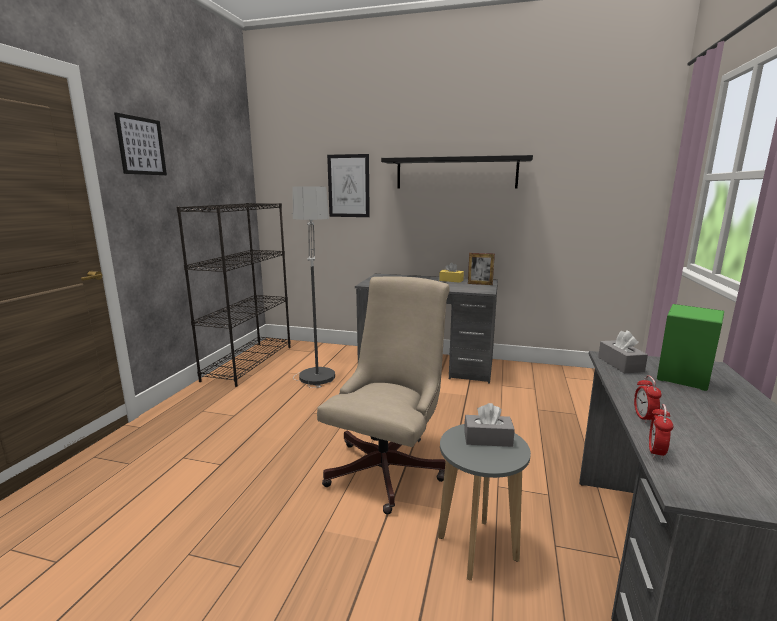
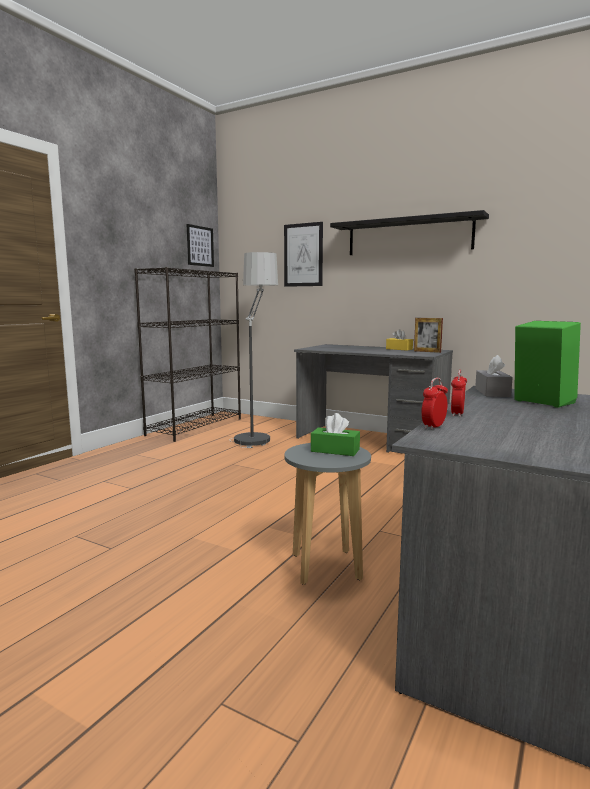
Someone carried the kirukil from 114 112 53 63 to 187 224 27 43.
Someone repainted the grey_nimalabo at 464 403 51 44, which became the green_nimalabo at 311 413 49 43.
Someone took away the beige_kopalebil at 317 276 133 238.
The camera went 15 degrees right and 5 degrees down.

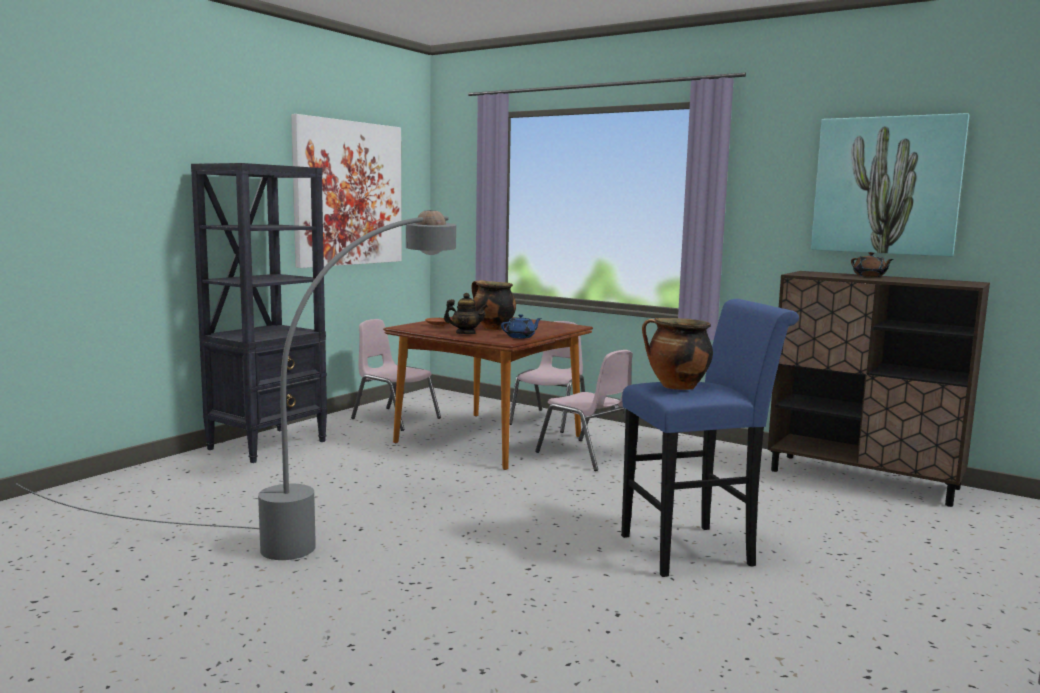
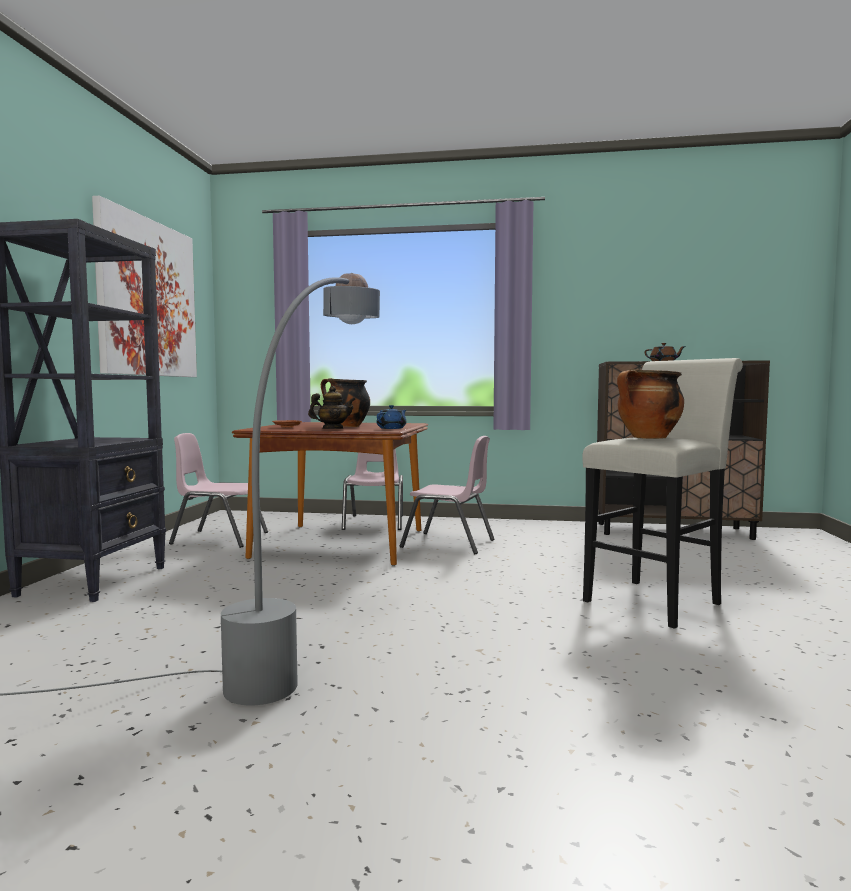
Someone repainted the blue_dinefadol at 621 299 178 278, which became the white_dinefadol at 582 358 161 271.
Someone took away the kirukil at 811 113 158 144.
The camera went 25 degrees left and 5 degrees down.

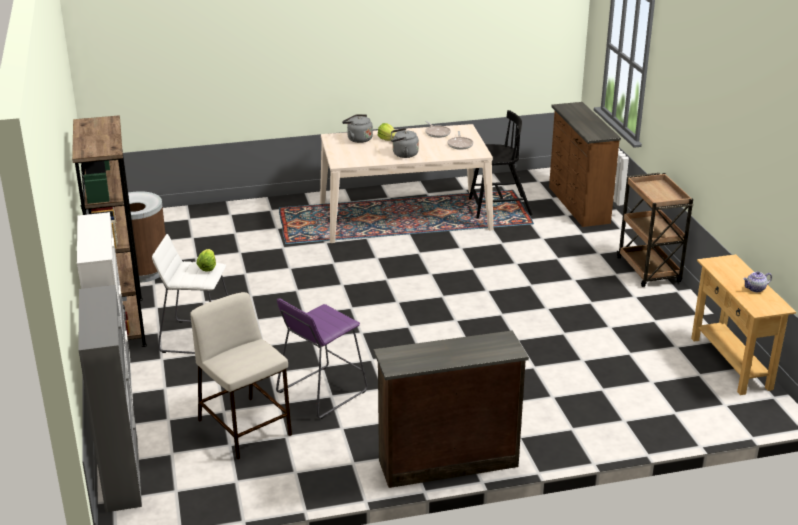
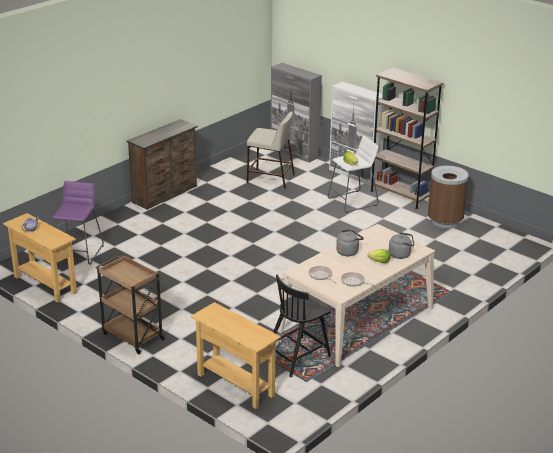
Someone carried the purple_dinefadol from 276 299 91 120 to 53 181 51 84.
Someone swapped the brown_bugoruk at 549 102 72 125 for the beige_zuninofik at 190 302 91 107.
The camera went 145 degrees right and 0 degrees up.

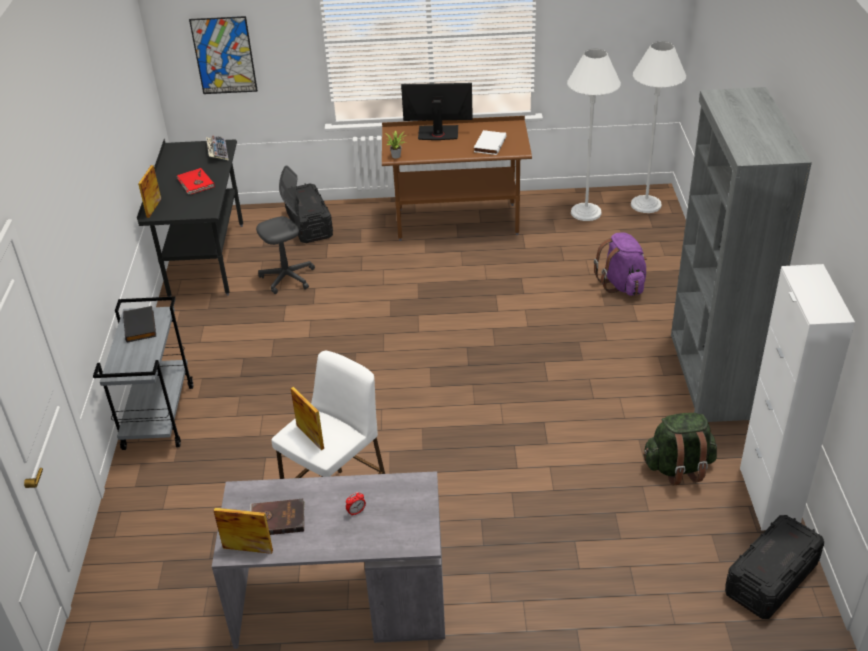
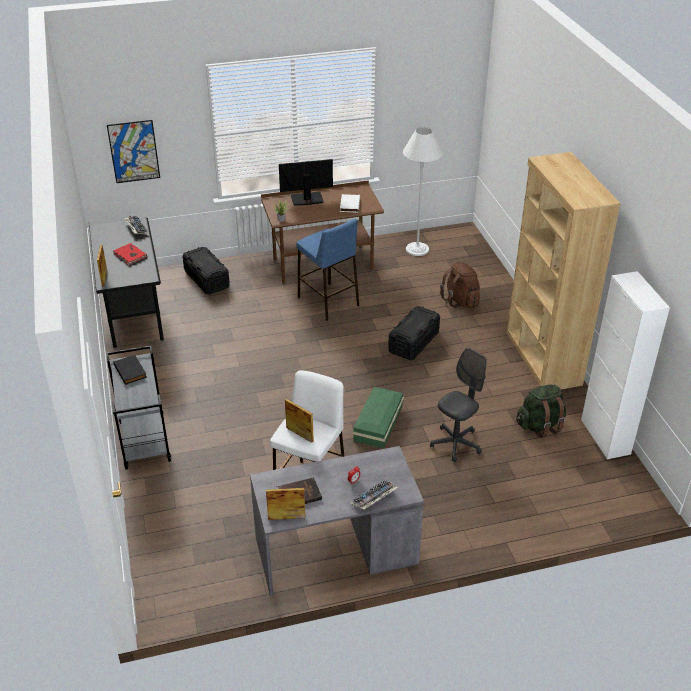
Someone put down the blue_dinefadol at 296 219 63 102.
Someone put down the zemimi at 350 480 48 30.
Someone put down the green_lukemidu at 353 387 51 61.
Someone carried the black_lukemidu from 725 515 99 104 to 388 306 52 54.
Someone carried the grey_kopalebil from 256 165 59 129 to 430 348 57 115.
Someone repainted the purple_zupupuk at 594 232 53 64, which became the brown_zupupuk at 440 262 40 46.
Someone repainted the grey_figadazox at 671 87 141 335, which became the brown_figadazox at 507 152 114 237.
Someone took away the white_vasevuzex at 631 41 55 172.
The camera went 15 degrees left and 0 degrees up.

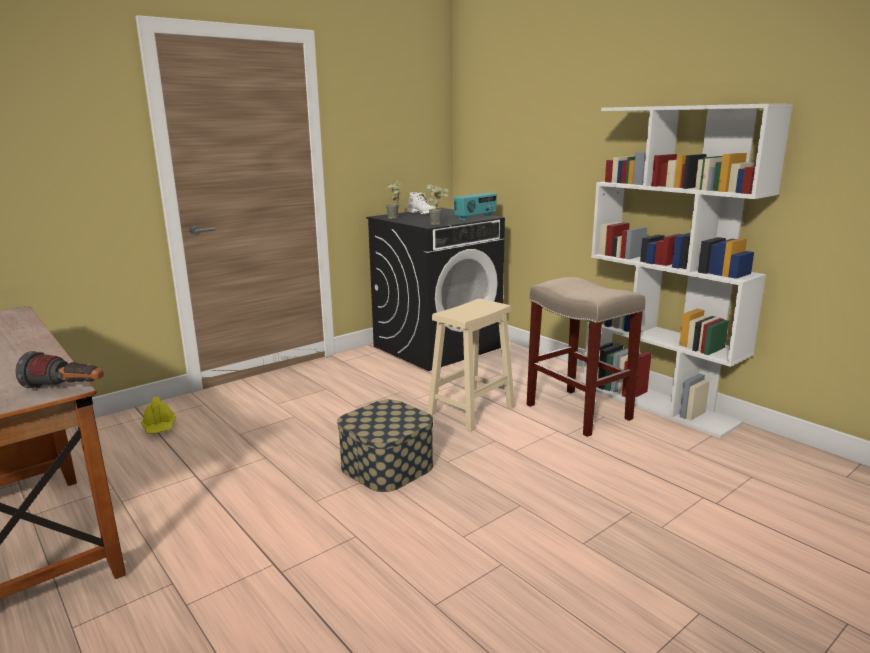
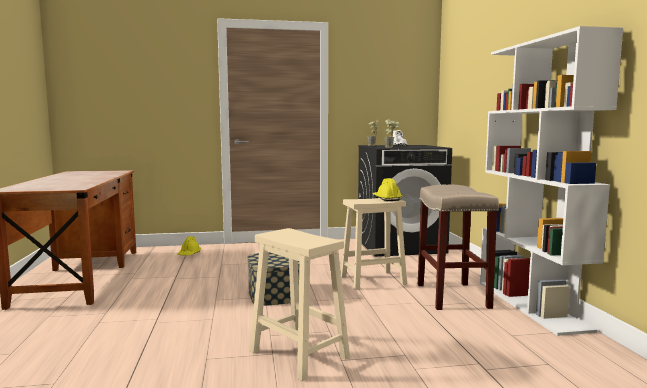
Someone put down the beige_dinefadol at 250 228 100 153.
Someone put down the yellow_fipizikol at 372 178 31 23.
Someone took away the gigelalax at 15 351 89 37.
Someone took away the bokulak at 453 193 44 27.
The camera went 30 degrees right and 10 degrees down.

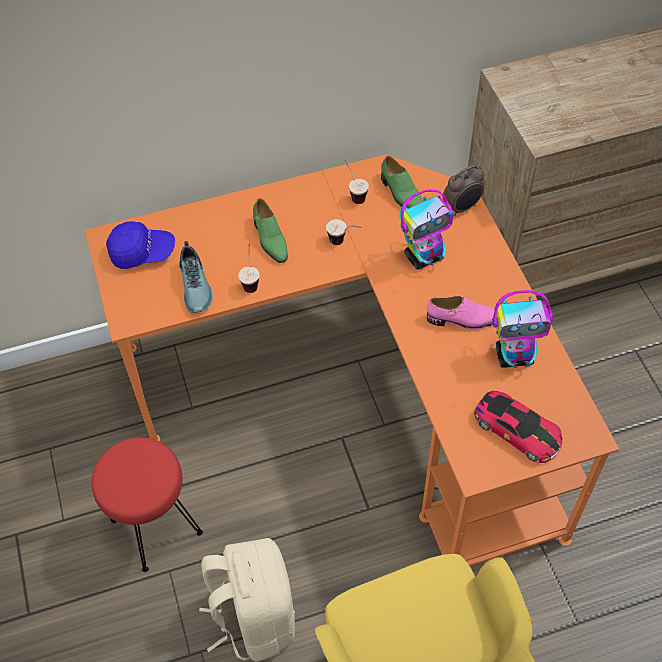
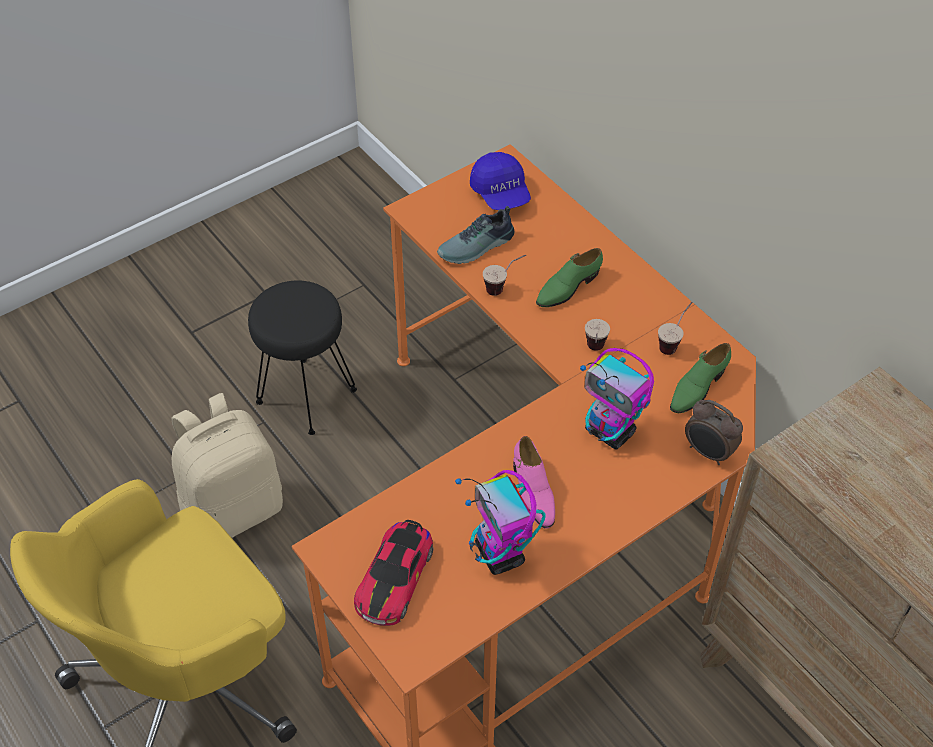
Someone repainted the red_dinefadol at 92 437 111 135, which became the black_dinefadol at 248 281 109 154.
The camera went 70 degrees right and 5 degrees down.

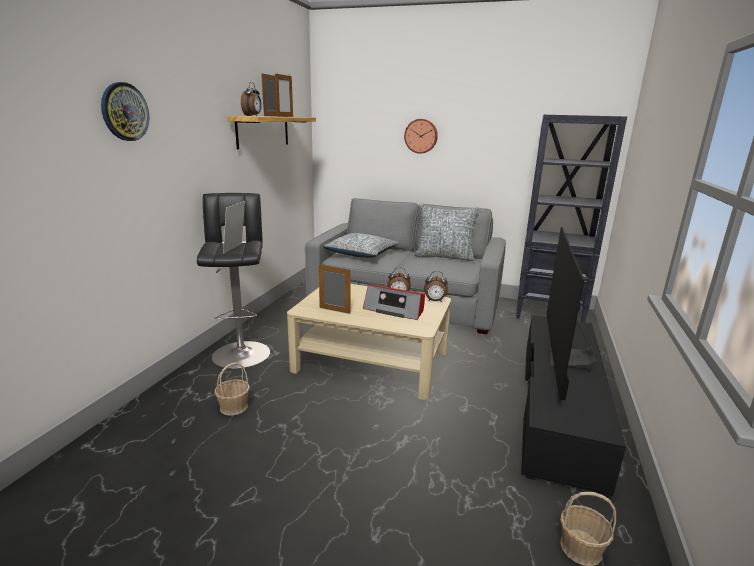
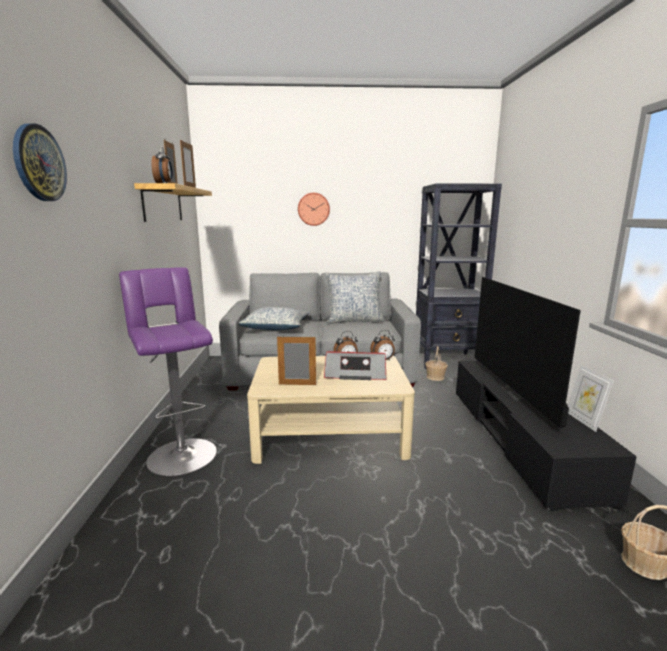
Someone repainted the black_dinefadol at 197 193 73 176, which became the purple_dinefadol at 119 268 98 208.
Someone carried the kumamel from 215 363 35 53 to 425 346 23 35.
Someone carried the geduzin from 223 201 22 53 to 568 365 46 67.
The camera went 20 degrees left and 5 degrees down.

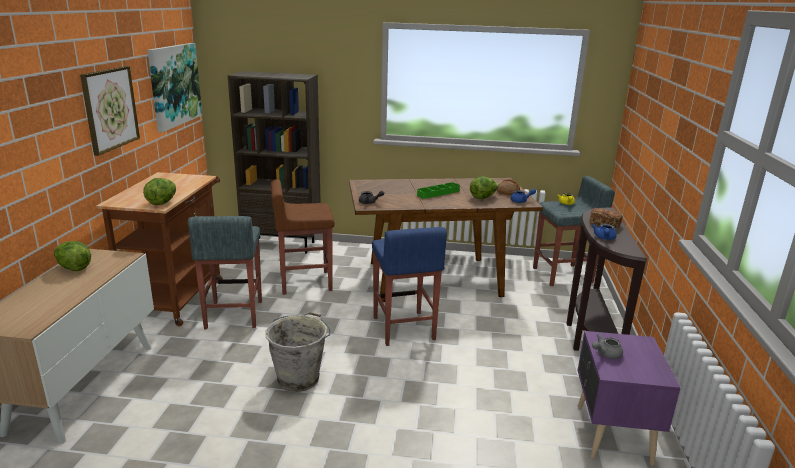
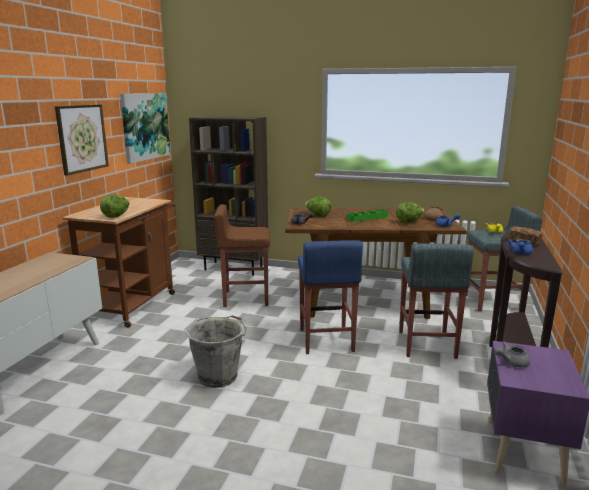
Someone carried the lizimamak from 54 241 37 30 to 305 196 26 21.
Someone carried the grey_dinefadol from 188 216 74 113 to 399 244 75 115.
The camera went 10 degrees right and 5 degrees down.

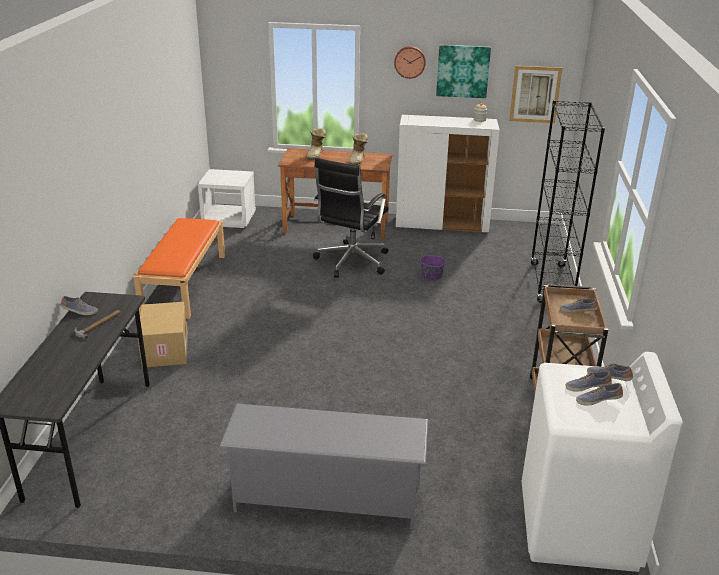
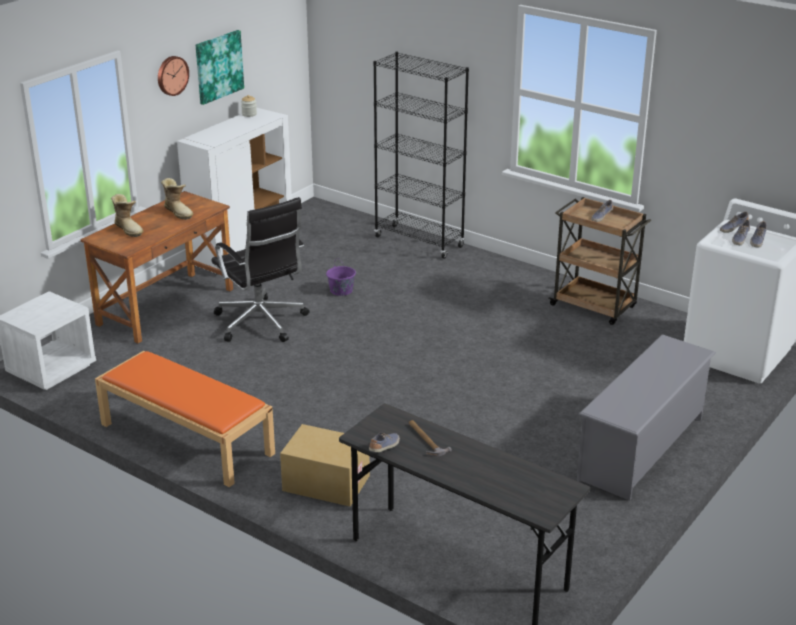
Someone took away the kirukil at 509 66 53 57.
The camera went 60 degrees left and 0 degrees up.

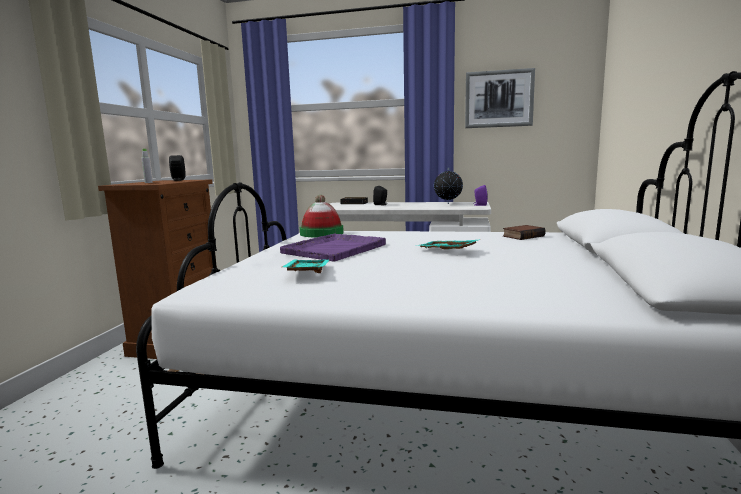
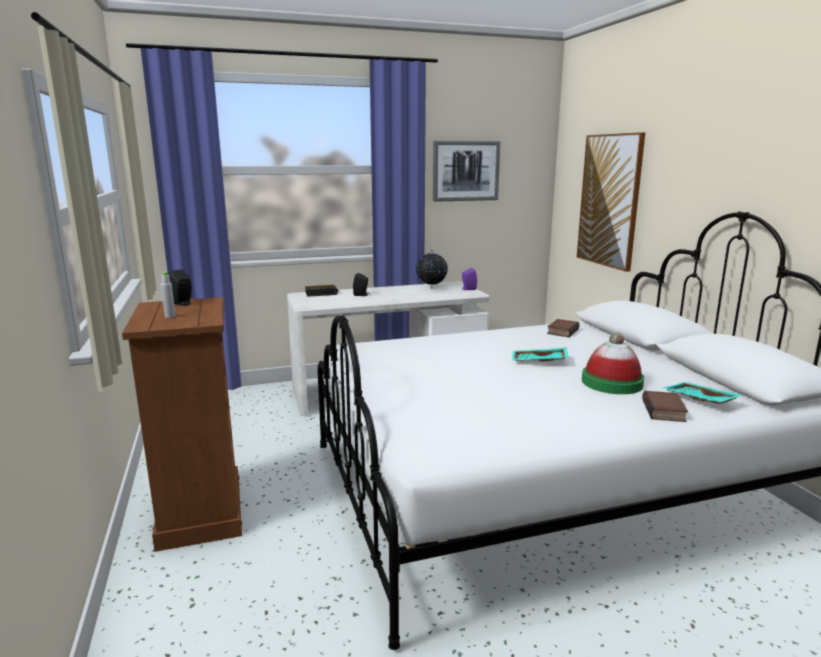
Someone put up the kirukil at 577 132 68 140.
Someone carried the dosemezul from 300 195 44 42 to 582 333 62 61.
Someone put down the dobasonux at 642 391 46 31.
Someone carried the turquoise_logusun from 282 260 47 13 to 661 382 81 22.
Someone took away the purple_logusun at 280 233 106 28.
The camera went 30 degrees left and 5 degrees up.

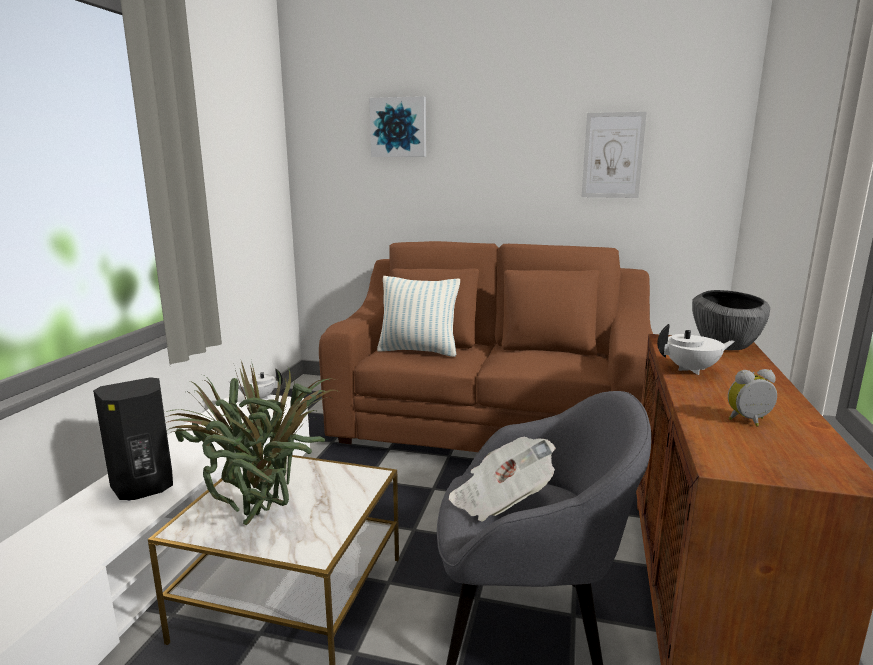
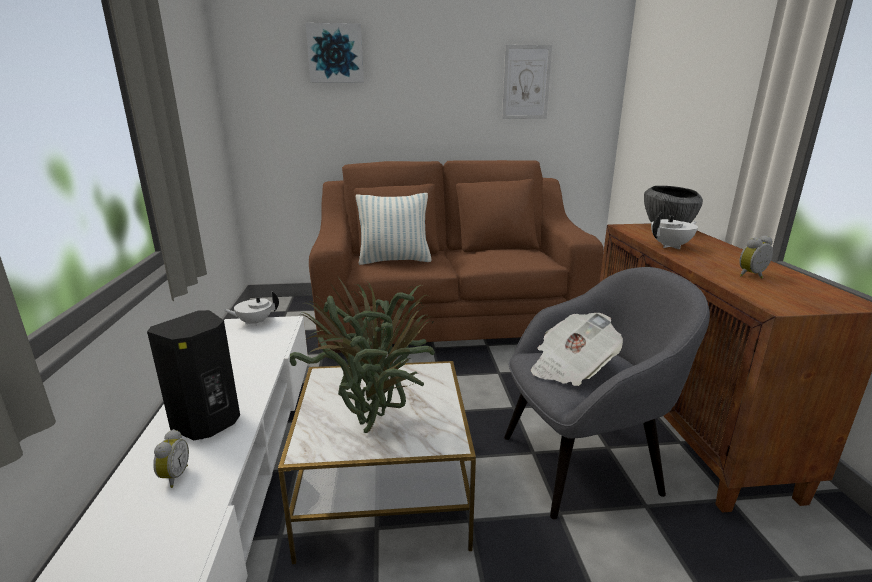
Someone put down the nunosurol at 153 429 36 59.
The camera went 20 degrees left and 5 degrees up.

